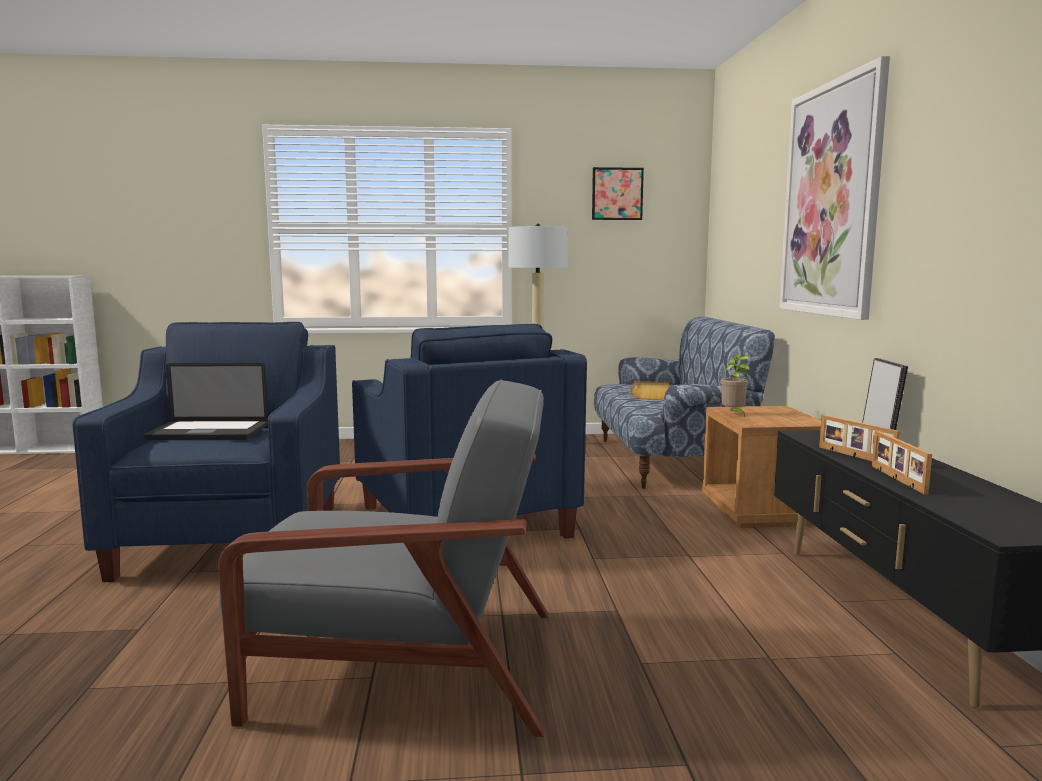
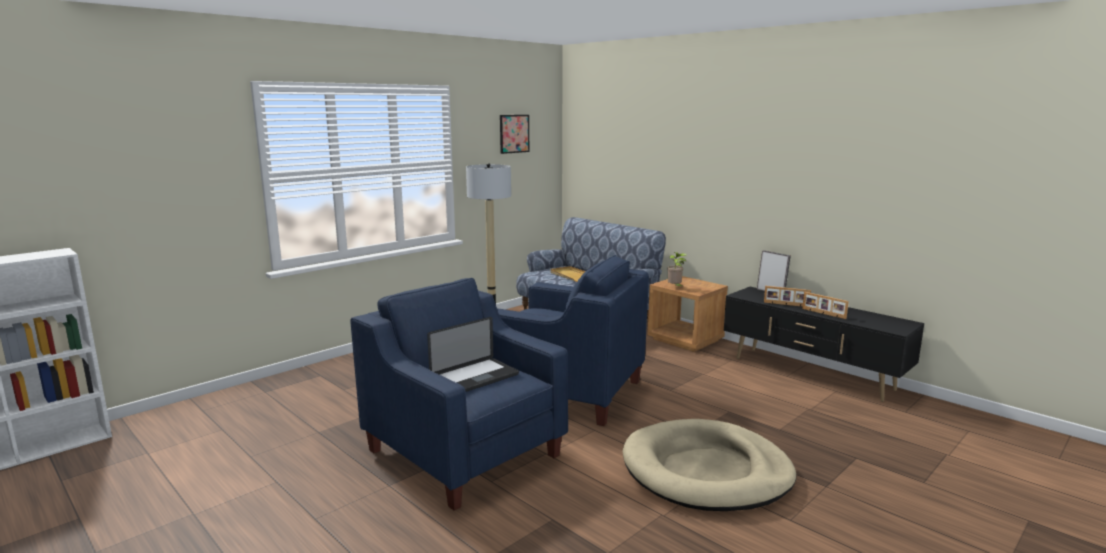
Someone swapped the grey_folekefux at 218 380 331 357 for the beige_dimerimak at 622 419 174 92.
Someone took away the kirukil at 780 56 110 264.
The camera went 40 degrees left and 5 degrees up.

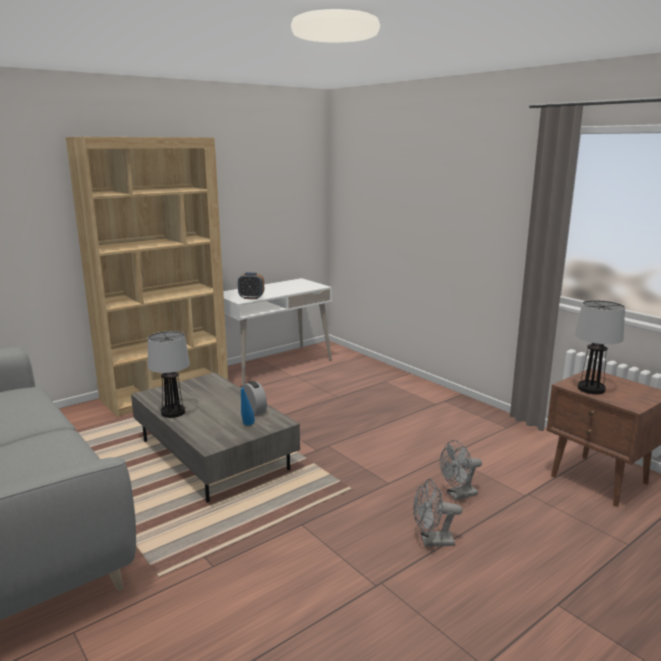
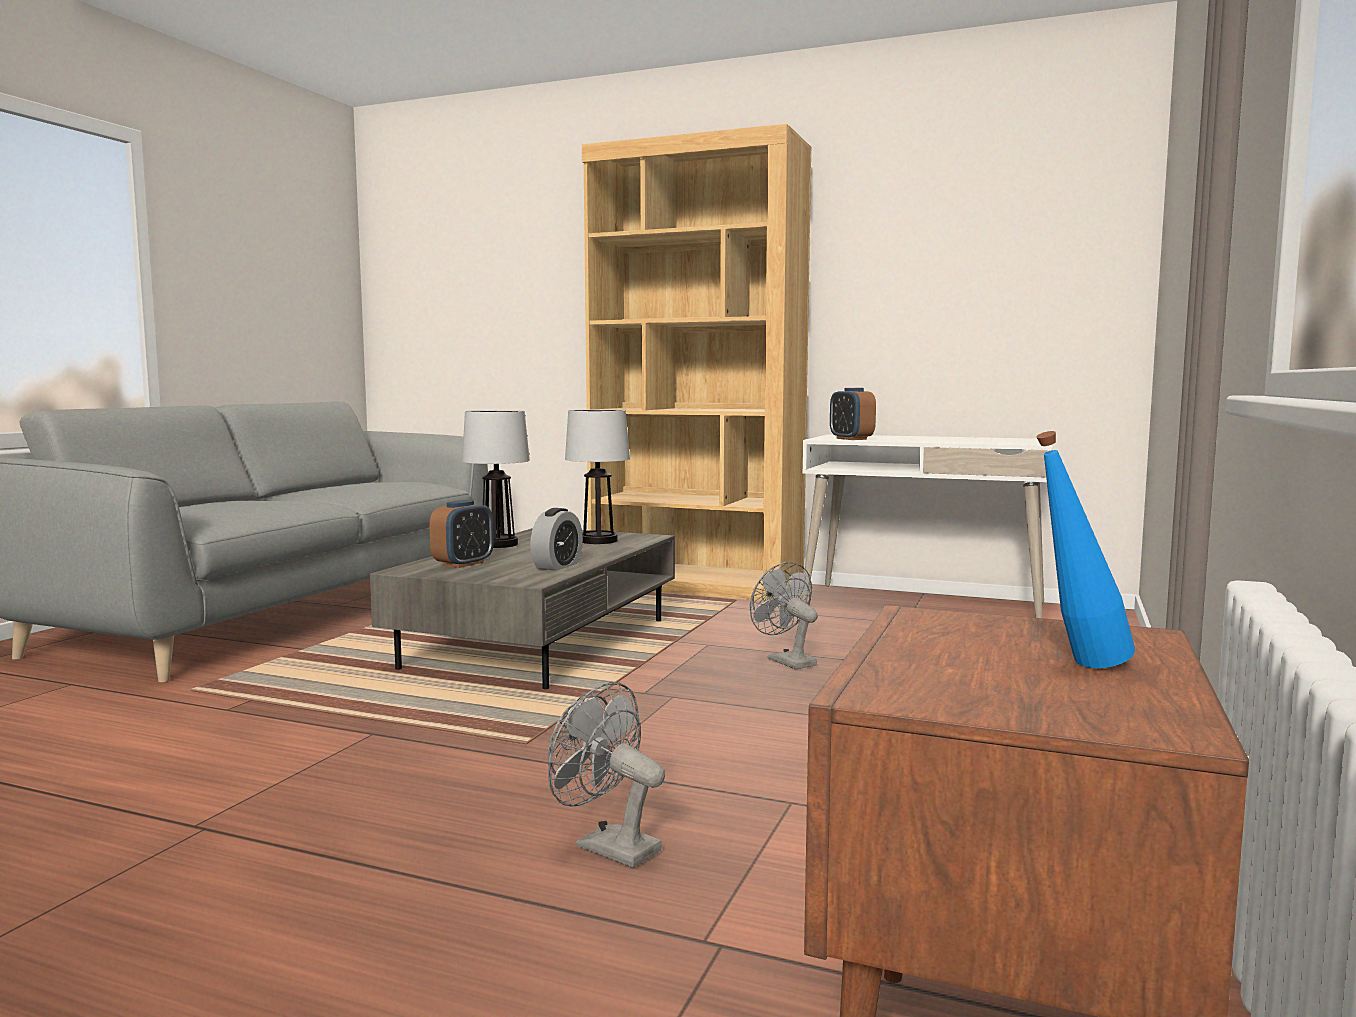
Someone put down the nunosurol at 430 500 64 68.
Someone carried the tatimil from 575 300 50 94 to 565 409 65 135.
Someone carried the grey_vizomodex from 413 479 49 68 to 750 562 68 107.
Someone carried the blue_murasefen from 240 384 15 41 to 1036 431 99 237.
The camera went 60 degrees right and 10 degrees down.

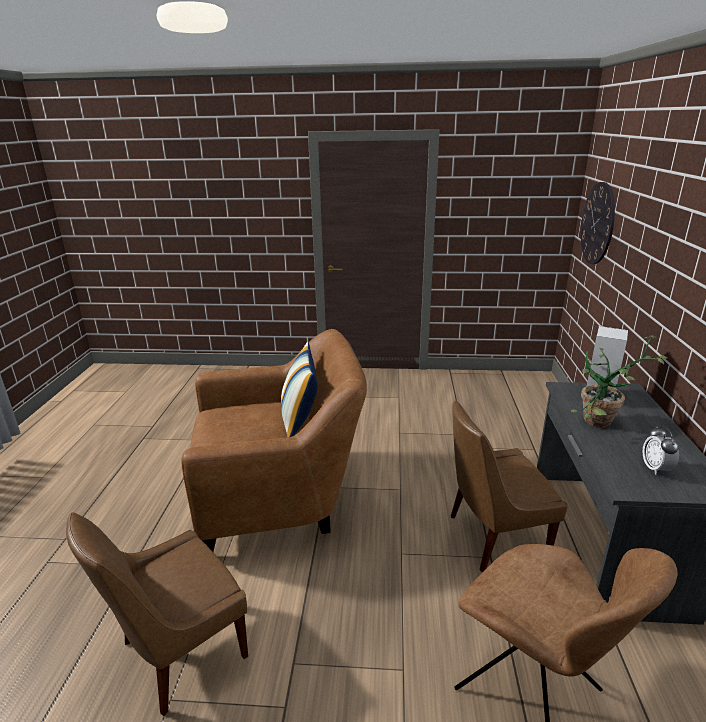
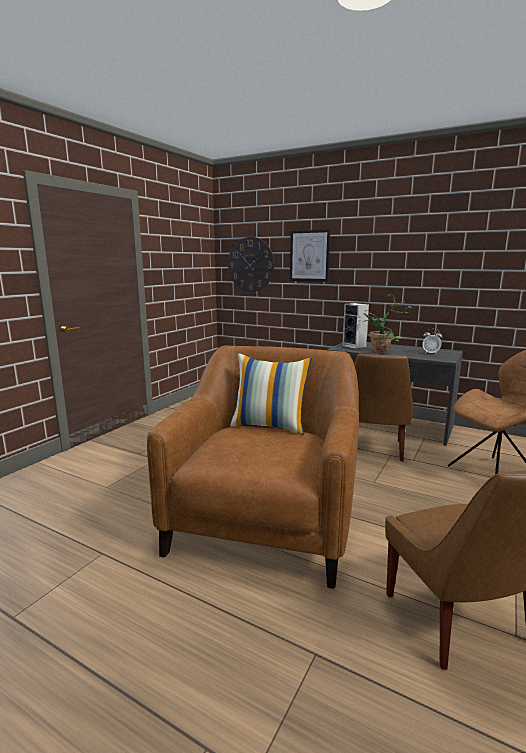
Someone put up the kirukil at 290 229 40 53.
The camera went 65 degrees left and 10 degrees down.

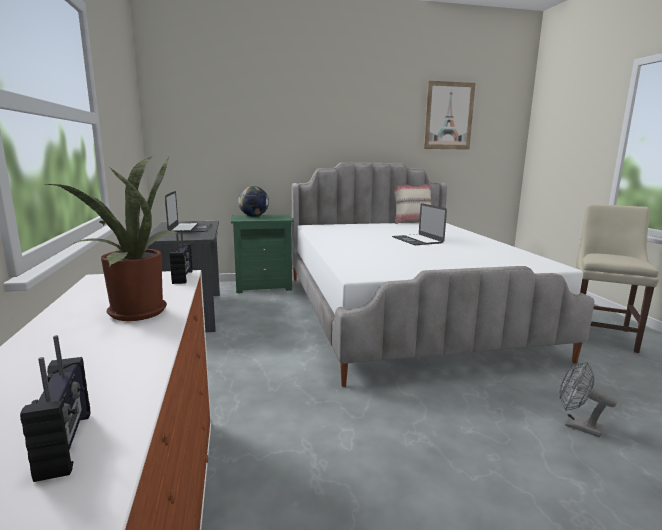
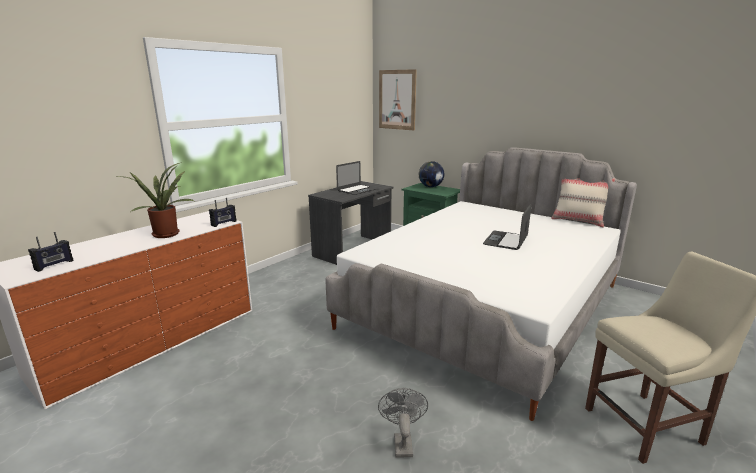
Someone carried the kirukil from 424 81 51 69 to 379 69 38 61.
The camera went 50 degrees right and 5 degrees up.

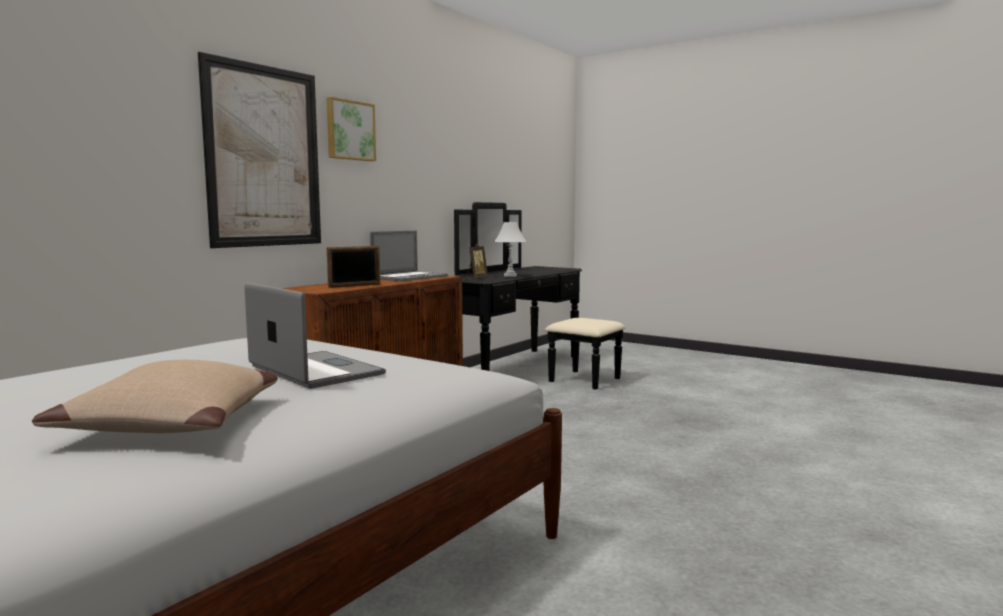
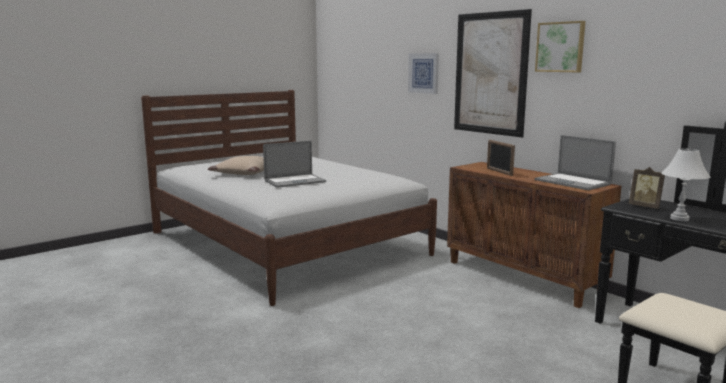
Someone put up the kirukil at 408 53 31 41.
The camera went 105 degrees right and 5 degrees up.

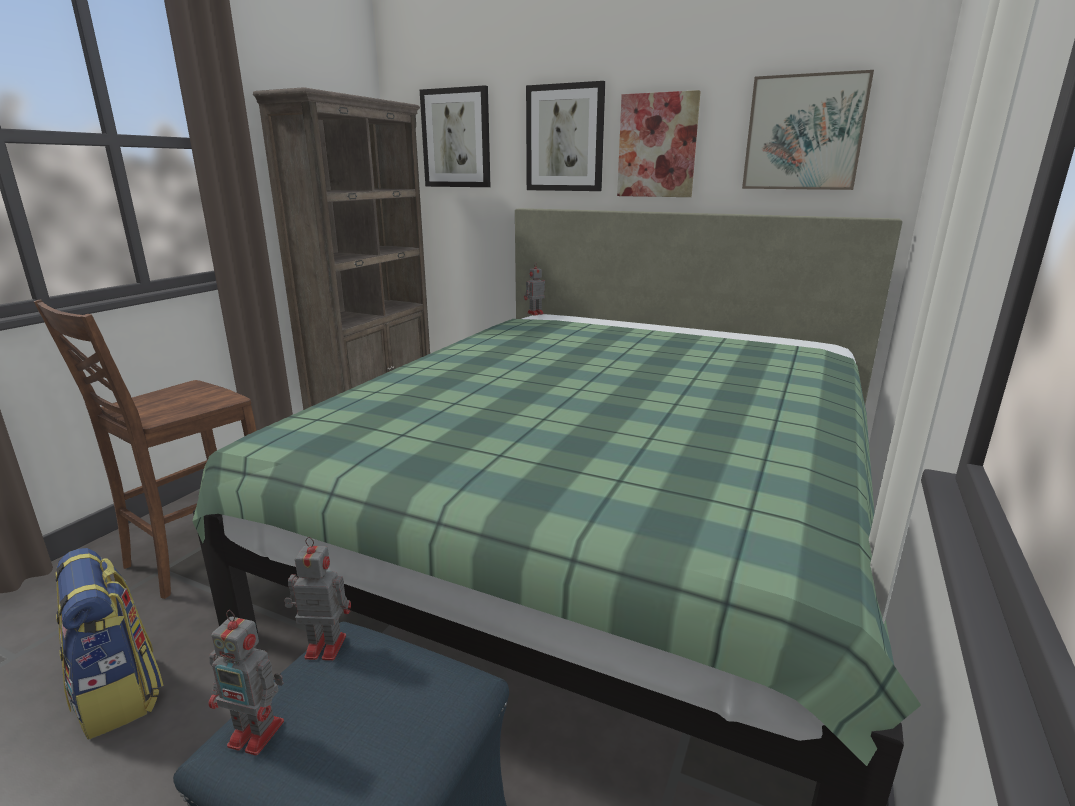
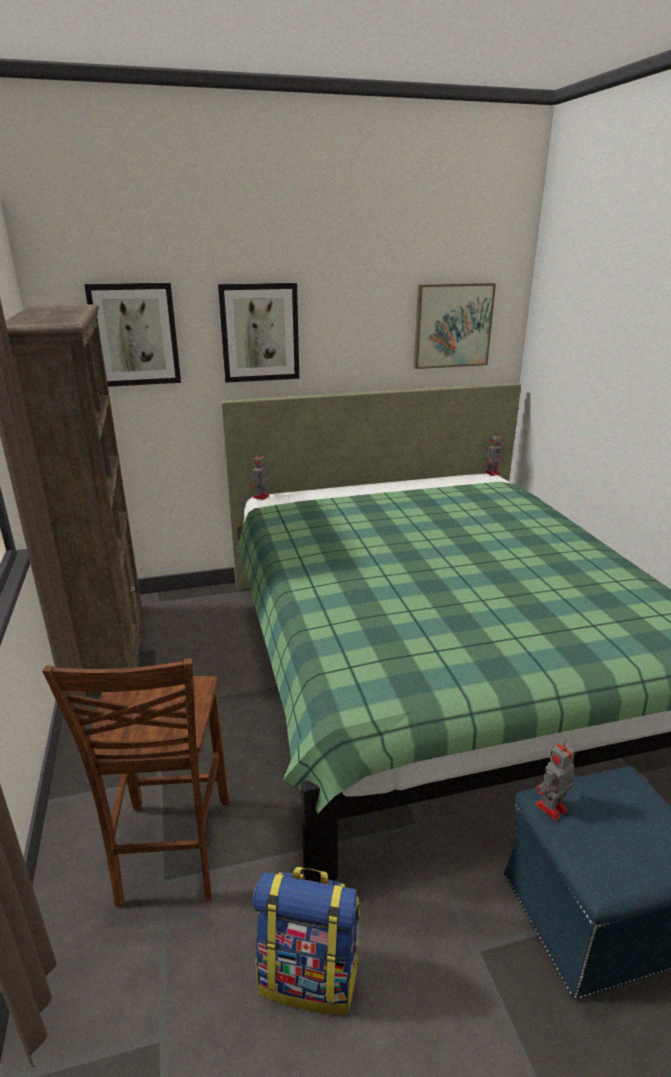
Someone carried the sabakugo from 209 610 75 145 to 485 431 19 45.
Someone took away the kirukil at 617 90 84 107.
The camera went 40 degrees left and 5 degrees up.

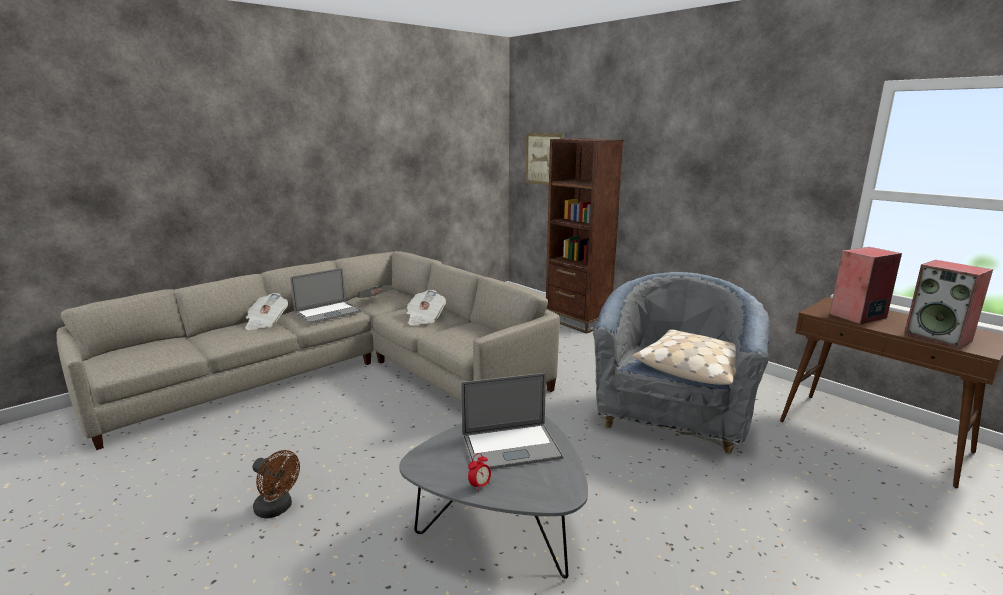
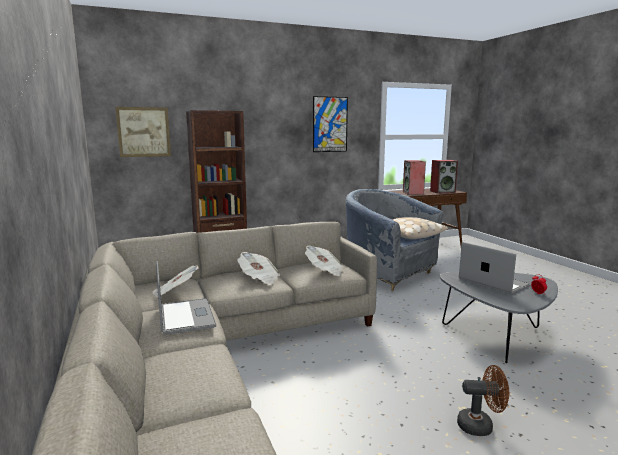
Someone carried the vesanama from 245 293 43 37 to 305 246 39 30.
Someone put up the kirukil at 313 96 35 56.
Someone rotated the brown_vizomodex at 253 450 47 69 by 45 degrees clockwise.
Someone rotated the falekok at 461 373 102 97 by 45 degrees counterclockwise.
The camera went 70 degrees left and 5 degrees down.

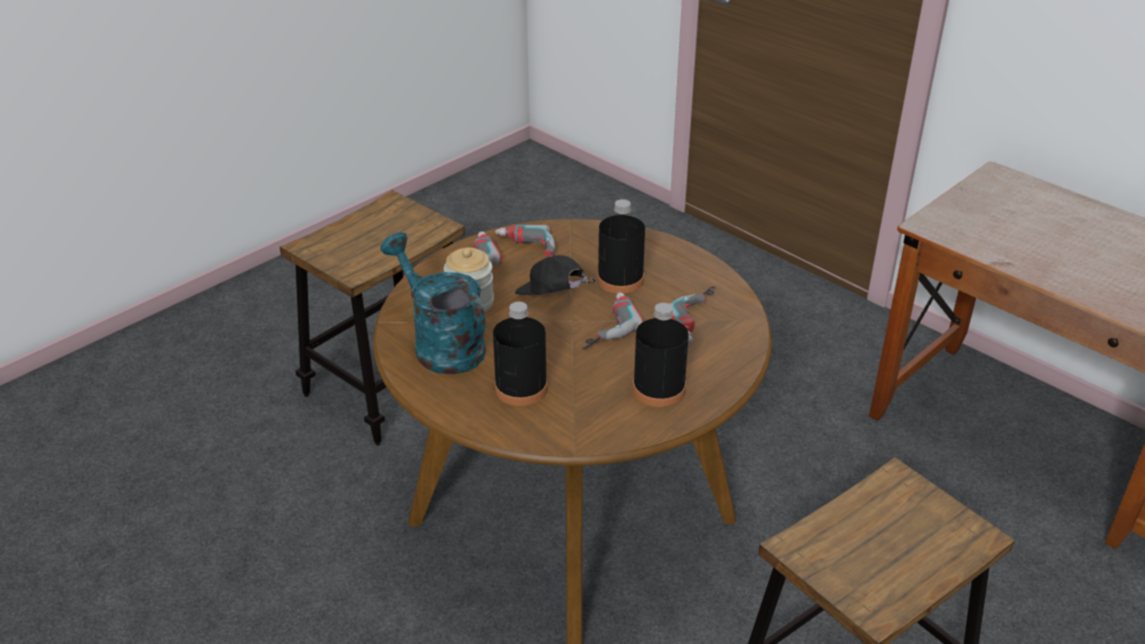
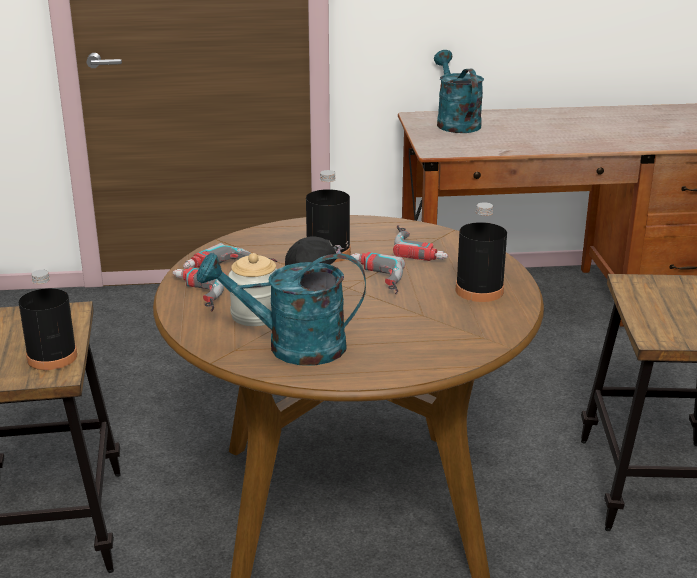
Someone carried the black_murasefen from 493 302 55 104 to 19 270 58 100.
Someone put down the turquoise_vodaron at 434 50 50 83.
The camera went 50 degrees left and 10 degrees down.

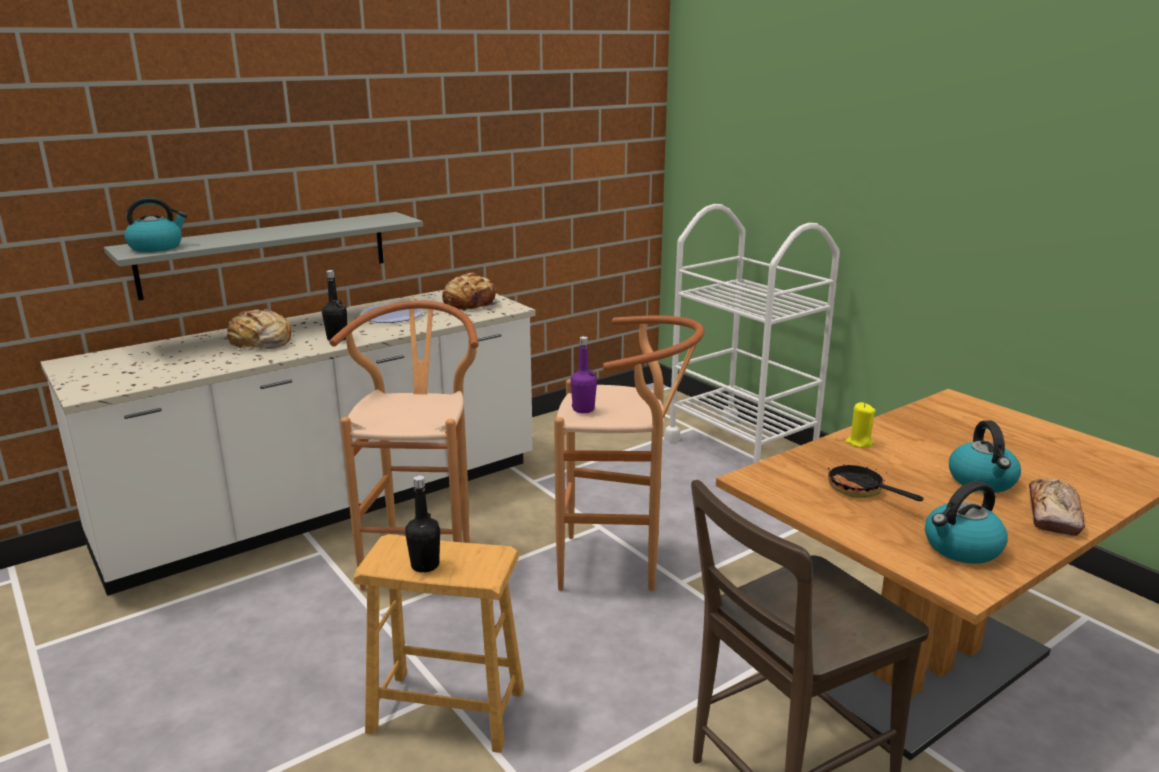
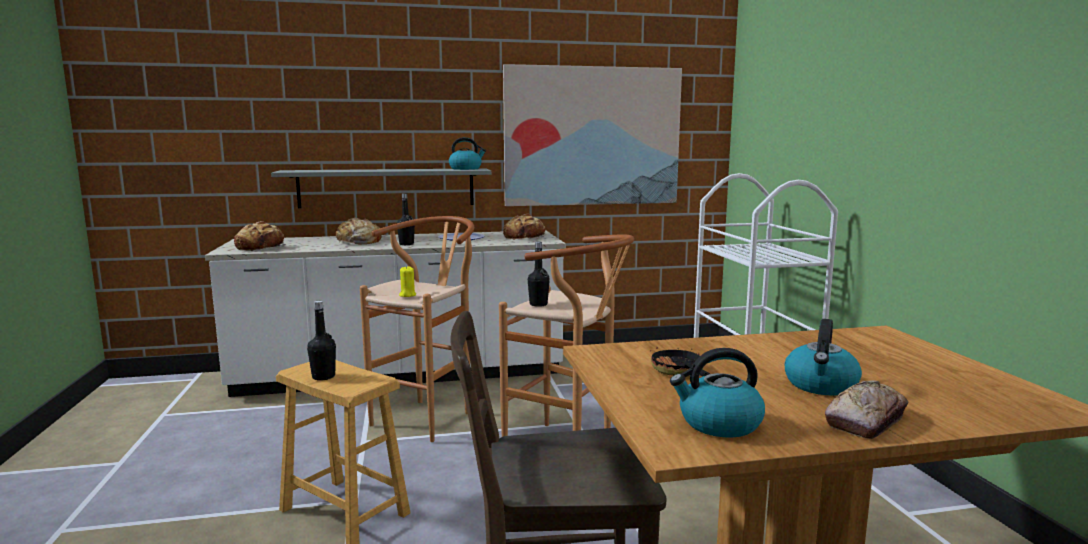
Someone put down the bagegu at 234 221 52 30.
Someone carried the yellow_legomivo from 845 402 31 46 to 399 266 17 31.
Someone carried the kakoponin from 124 197 63 55 to 449 137 37 33.
Someone put up the kirukil at 503 64 179 142.
Someone repainted the purple_murasefen at 570 336 27 77, which became the black_murasefen at 528 242 22 65.
The camera went 25 degrees right and 10 degrees down.

